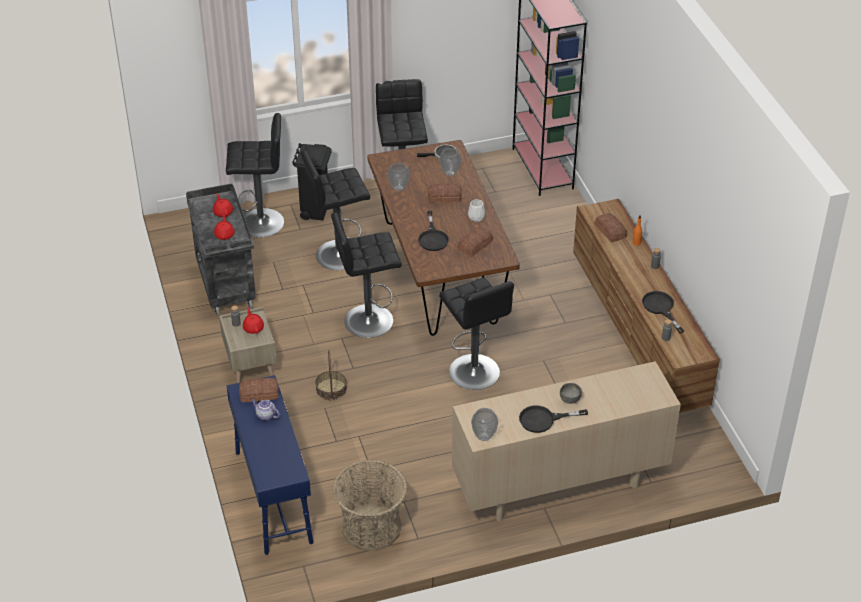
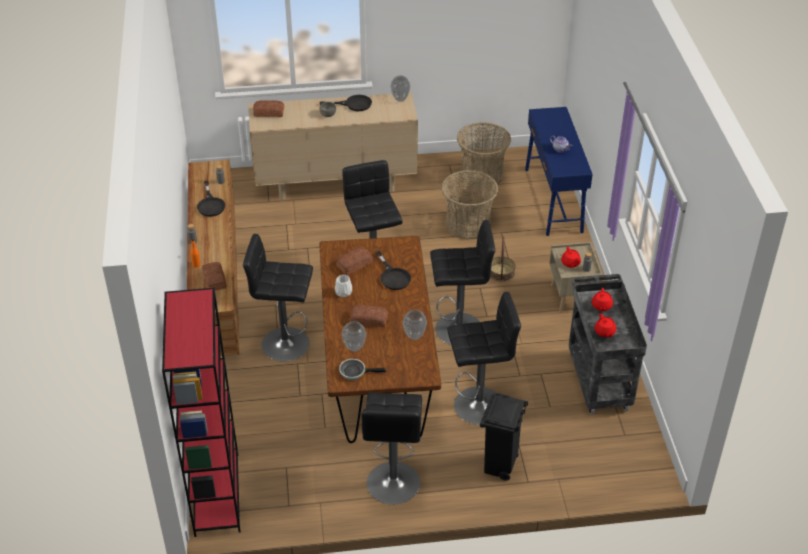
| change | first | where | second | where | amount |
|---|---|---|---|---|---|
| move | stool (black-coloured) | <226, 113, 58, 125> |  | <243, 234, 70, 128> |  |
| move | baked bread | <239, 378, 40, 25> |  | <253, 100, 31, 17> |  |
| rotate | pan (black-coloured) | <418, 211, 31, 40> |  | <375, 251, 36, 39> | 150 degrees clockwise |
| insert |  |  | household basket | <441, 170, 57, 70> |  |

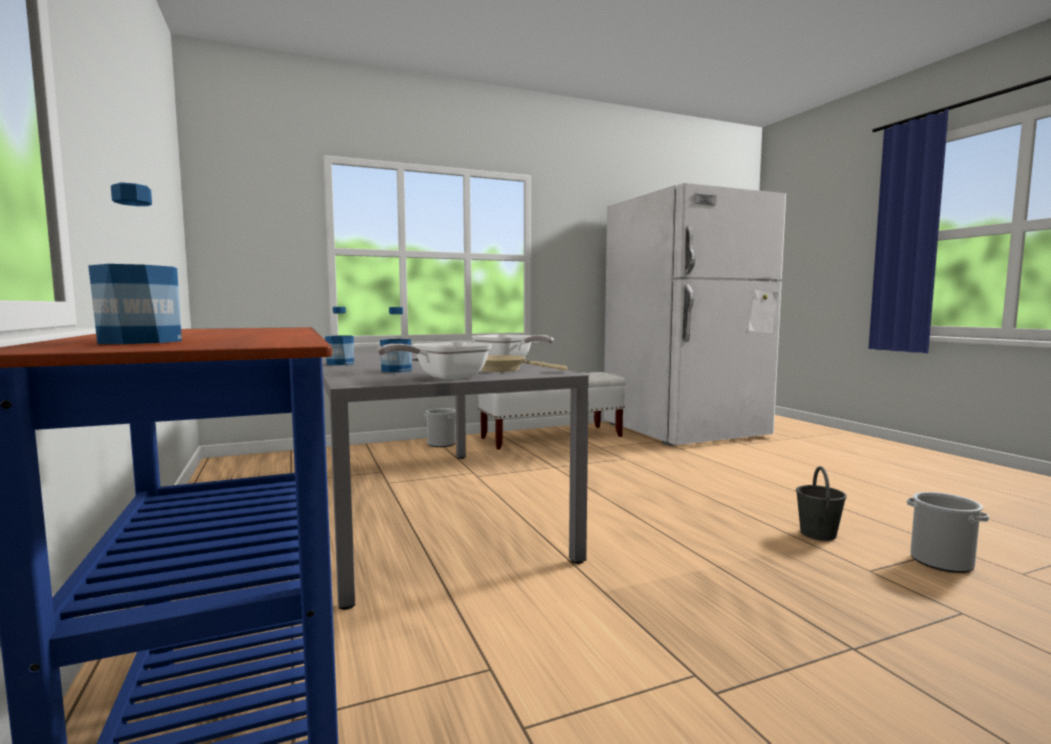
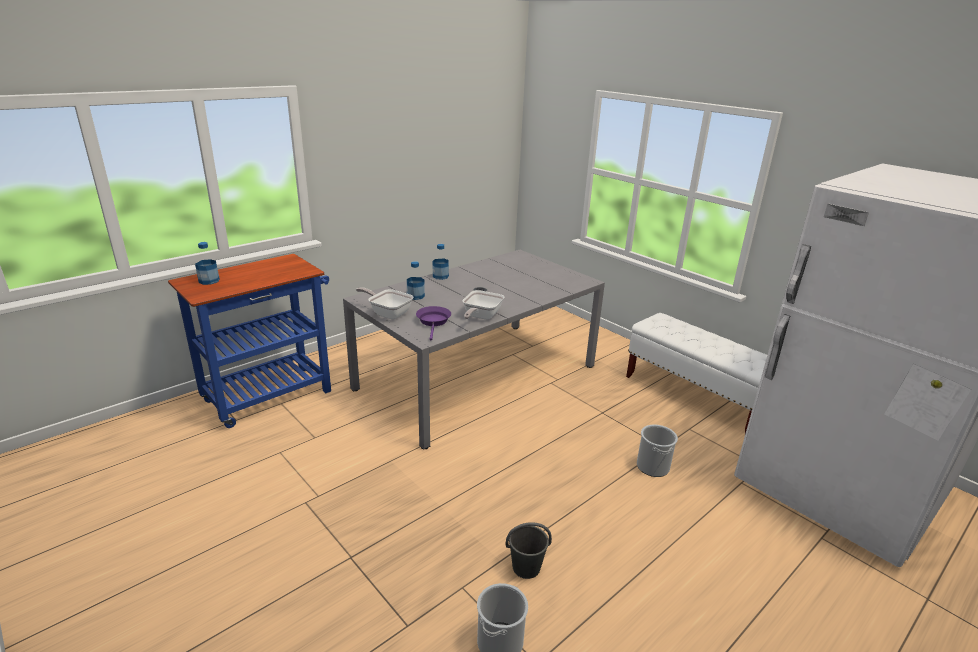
| change | first | where | second | where | amount |
|---|---|---|---|---|---|
| recolor | pan (sand-coloured) | <480, 355, 87, 17> | pan (purplish) | <416, 306, 35, 34> |  |
| move | bucket | <424, 408, 32, 39> |  | <637, 424, 41, 53> |  |

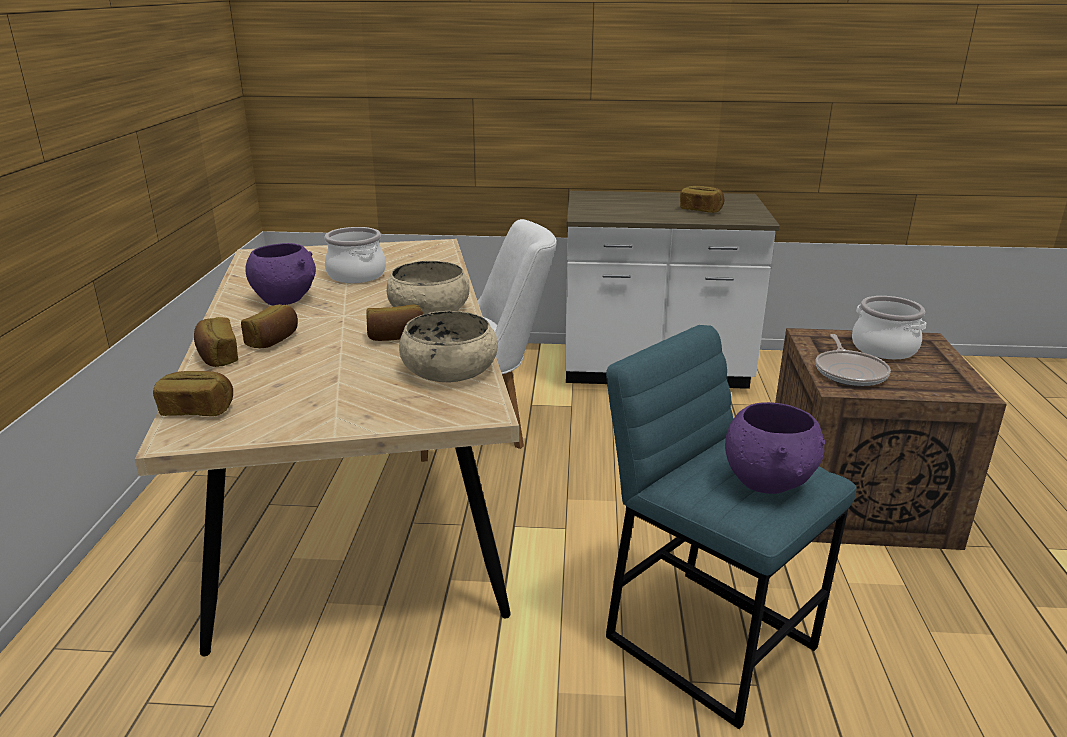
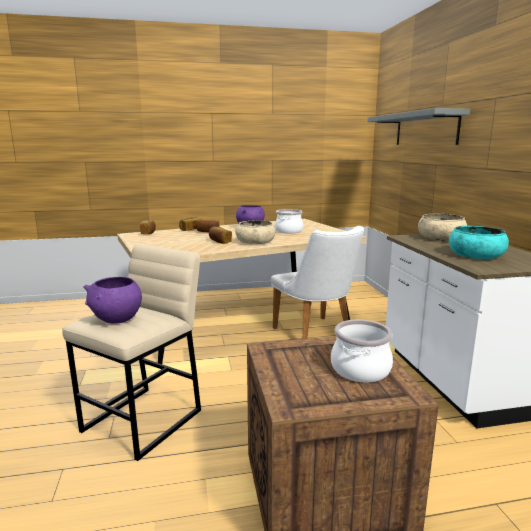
| change | first | where | second | where | amount |
|---|---|---|---|---|---|
| recolor | stool (blue-coloured) | <606, 325, 250, 404> | stool (sand-coloured) | <62, 244, 139, 217> |  |
| insert |  |  | shelf (greyish) | <367, 108, 103, 37> |  |
| move | deep dish (sand-coloured) | <399, 311, 99, 71> |  | <418, 214, 49, 27> |  |
| replace | baked bread | <680, 186, 44, 27> | deep dish (turquoise) | <449, 226, 60, 33> |  |
| delete | pan | <815, 334, 76, 52> |  |  |  |

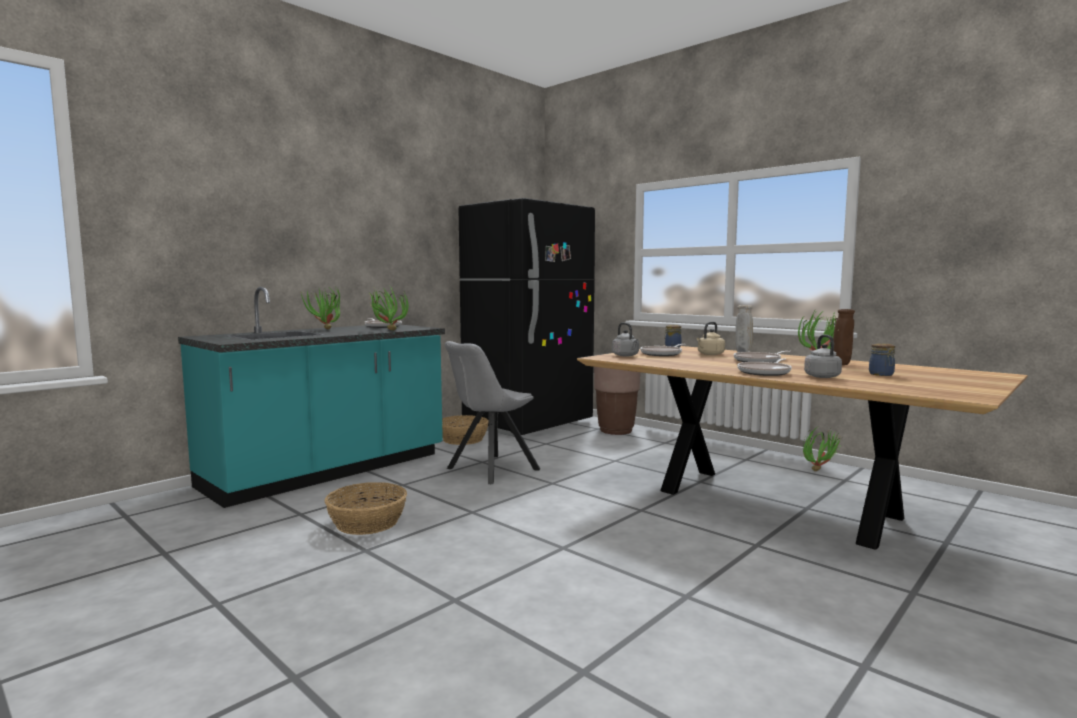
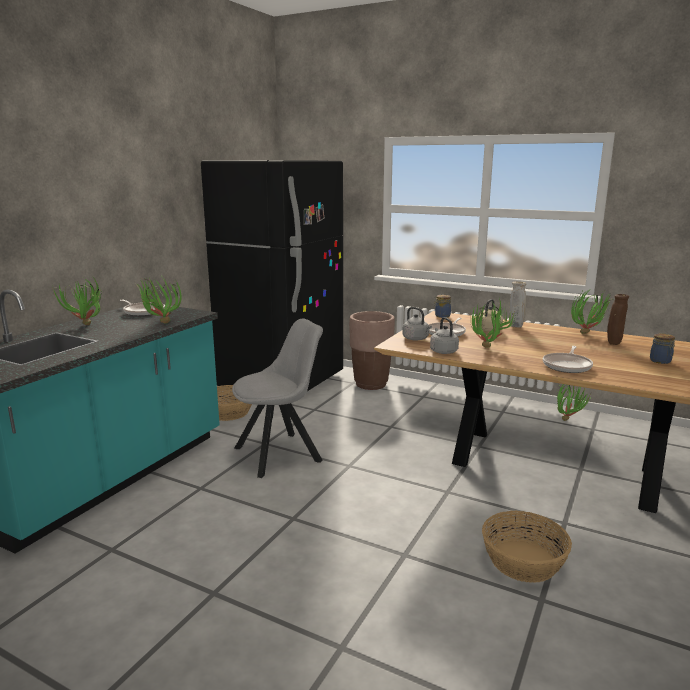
| change | first | where | second | where | amount |
|---|---|---|---|---|---|
| rotate | upright chair (greyish) | <445, 341, 95, 143> |  | <232, 319, 91, 159> | 150 degrees counterclockwise |
| move | water kettle (greyish) | <804, 335, 38, 43> |  | <430, 317, 29, 37> |  |
| insert |  |  | houseplant | <470, 299, 47, 48> |  |
| move | household basket | <324, 482, 83, 53> |  | <482, 510, 90, 73> |  |
| delete | pan | <734, 351, 57, 11> |  |  |  |

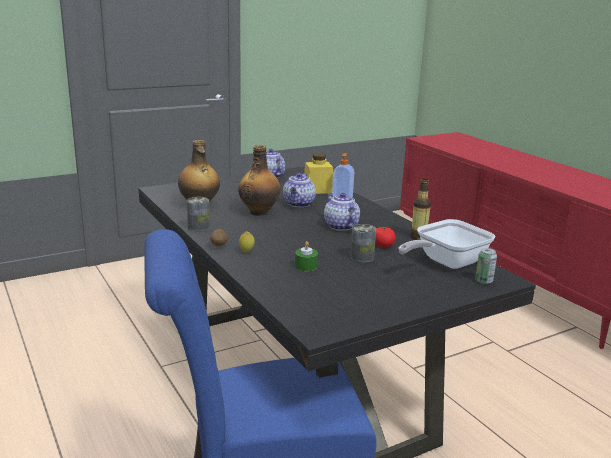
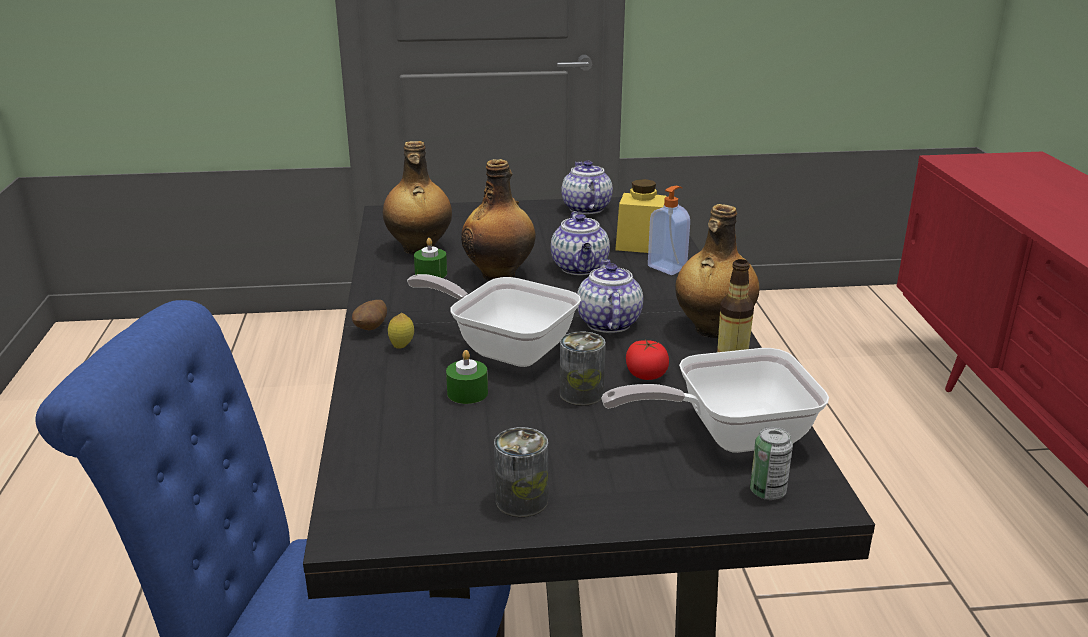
| change | first | where | second | where | amount |
|---|---|---|---|---|---|
| insert |  |  | pan | <407, 274, 174, 93> |  |
| insert |  |  | candle (greenish) | <414, 238, 33, 40> |  |
| move | sealed can | <187, 197, 23, 35> |  | <494, 427, 54, 90> |  |
| rotate | pot for tea | <283, 173, 33, 34> |  | <551, 211, 59, 64> | 45 degrees counterclockwise |
| insert |  |  | drink bottle | <675, 204, 85, 134> |  |

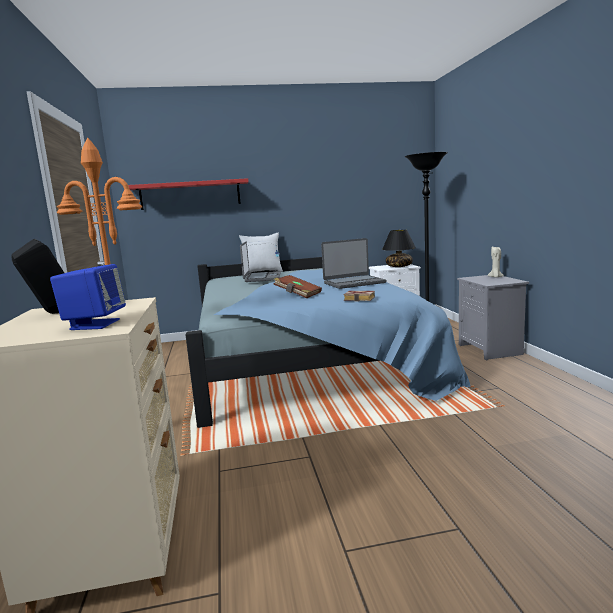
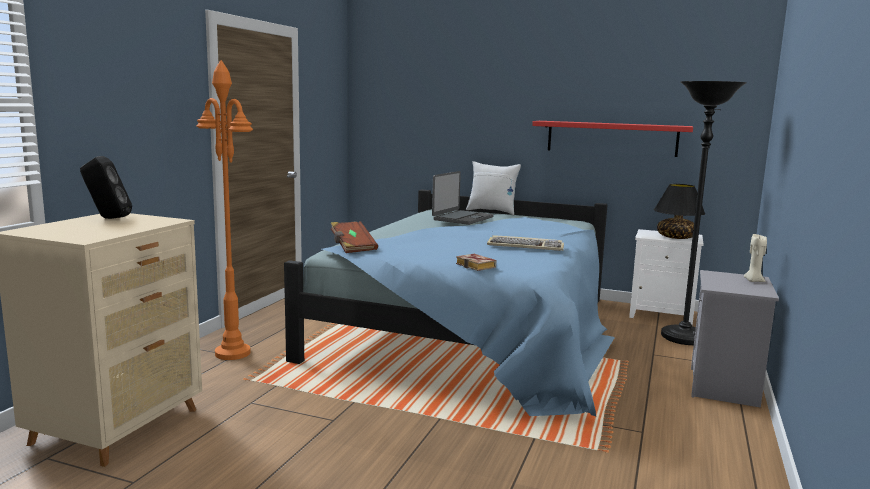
| change | first | where | second | where | amount |
|---|---|---|---|---|---|
| move | bound book (brownish) | <273, 275, 49, 24> |  | <331, 221, 47, 32> |  |
| replace | laptop | <321, 238, 66, 51> | computer keyboard | <487, 235, 77, 16> |  |
| move | shelf (red-coloured) | <128, 178, 121, 32> |  | <532, 121, 161, 36> |  |
| delete | speaker (blue-coloured) | <50, 264, 76, 66> |  |  |  |

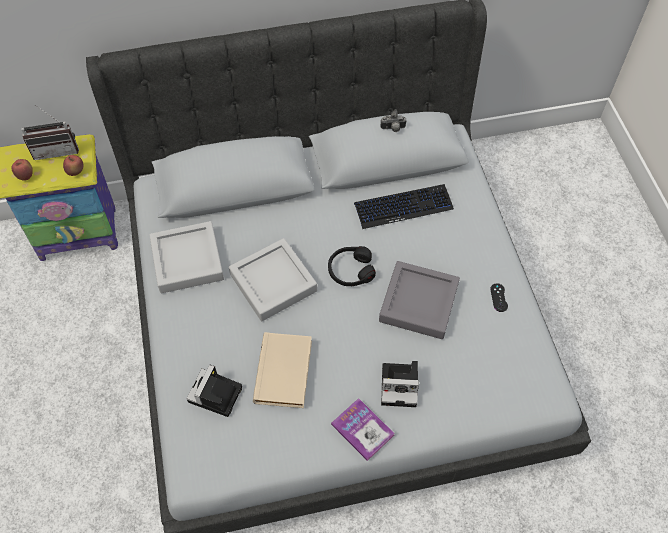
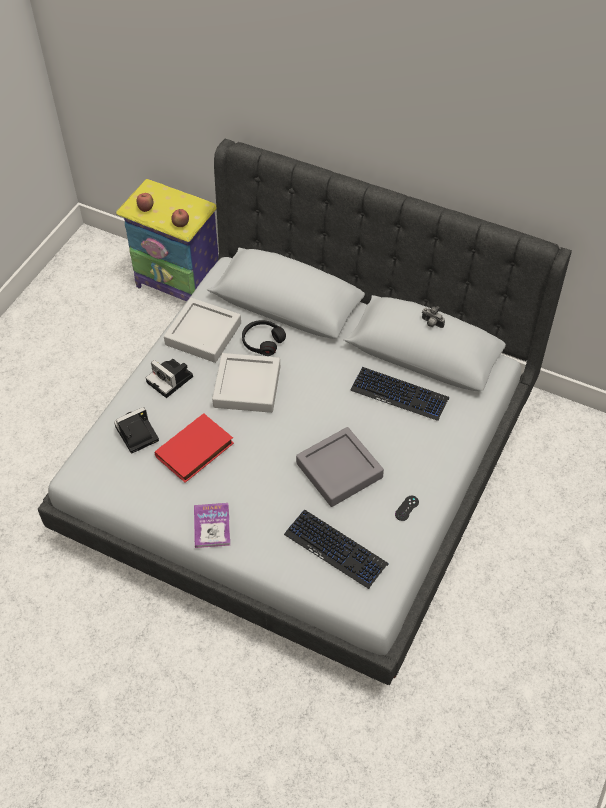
| change | first | where | second | where | amount |
|---|---|---|---|---|---|
| move | photo camera | <381, 361, 38, 46> |  | <145, 359, 48, 39> |  |
| recolor | bound book (sand-coloured) | <253, 332, 59, 76> | bound book (red-coloured) | <155, 413, 79, 70> |  |
| move | headset (black-coloured) | <328, 246, 48, 40> |  | <242, 320, 44, 36> |  |
| insert |  |  | computer keyboard | <284, 509, 104, 80> |  |
| delete | radio receiver | <22, 105, 57, 55> |  |  |  |

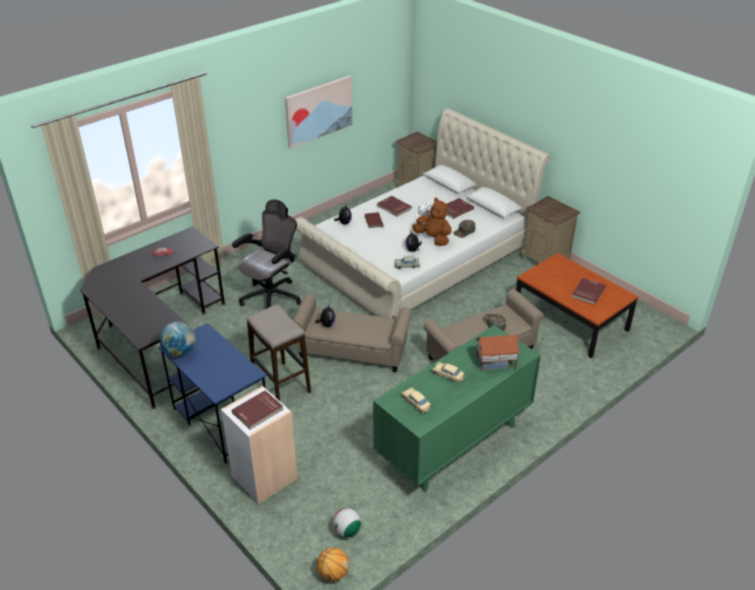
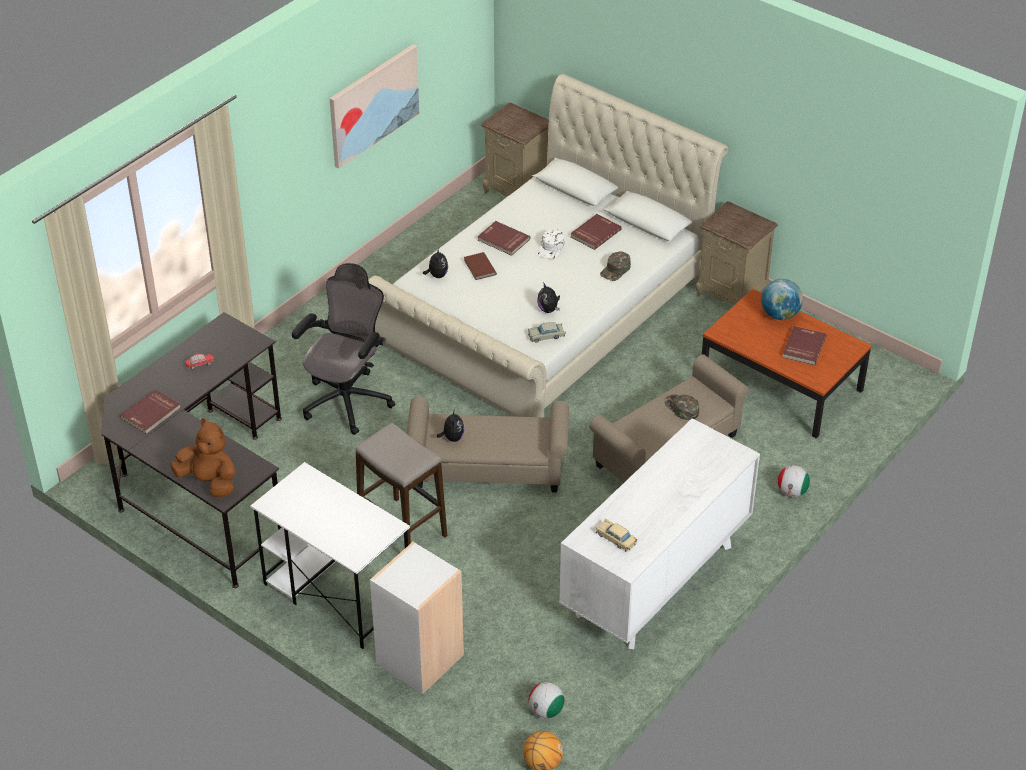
| change | first | where | second | where | amount |
|---|---|---|---|---|---|
| move | bound book (red-coloured) | <232, 390, 51, 40> |  | <120, 389, 61, 45> |  |
| move | cuddly toy (brownish) | <412, 198, 40, 48> |  | <171, 418, 65, 79> |  |
| recolor | desk (blue-coloured) | <158, 323, 108, 141> | desk (white) | <250, 462, 160, 187> |  |
| recolor | dresser (greenish) | <373, 325, 168, 167> | dresser (white) | <559, 418, 201, 231> |  |
| move | world globe | <159, 322, 37, 35> |  | <761, 279, 42, 41> |  |
| insert |  |  | ball for football | <778, 465, 32, 32> |  |
| delete | miniature car (sand-coloured) | <432, 362, 33, 21> |  |  |  |
| delete | toy house | <475, 335, 45, 36> |  |  |  |

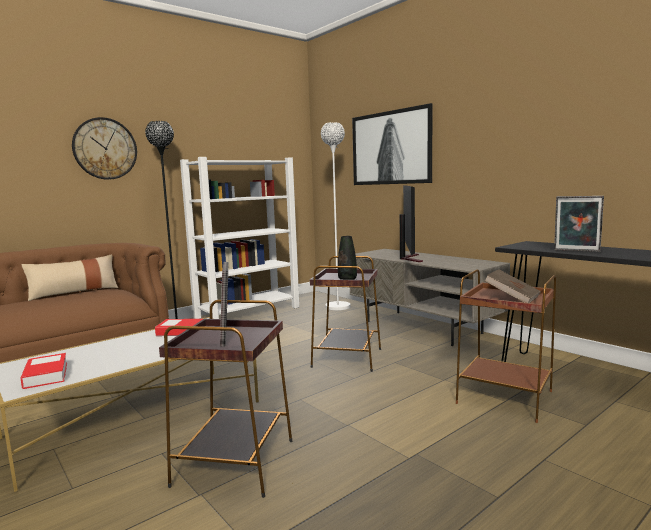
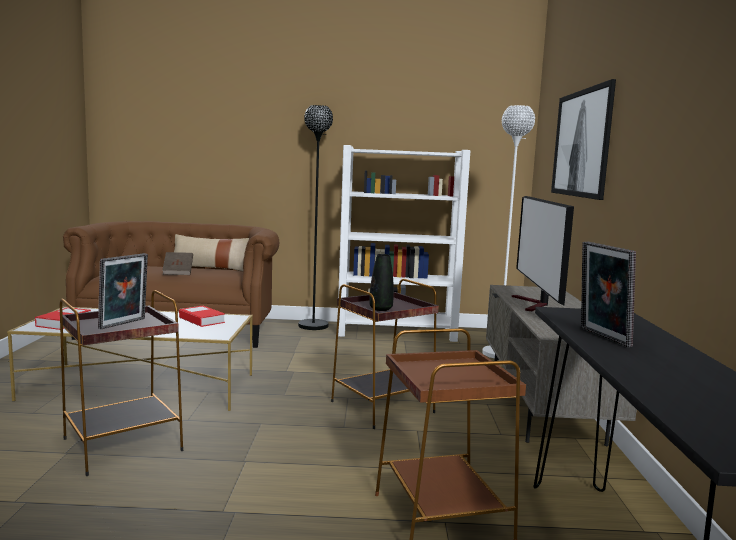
| change | first | where | second | where | amount |
|---|---|---|---|---|---|
| move | bound book (brownish) | <484, 270, 57, 33> |  | <162, 252, 31, 23> |  |
| rotate | TV set | <400, 185, 23, 77> |  | <512, 196, 62, 115> | 135 degrees clockwise |
| delete | wall clock | <72, 117, 65, 63> |  |  |  |

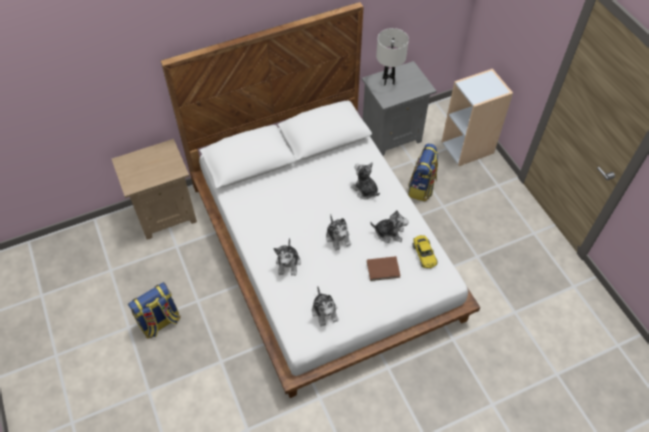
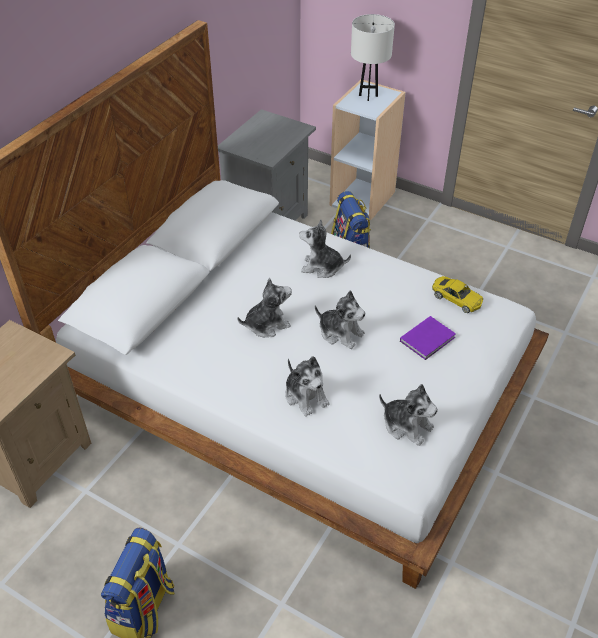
| change | first | where | second | where | amount |
|---|---|---|---|---|---|
| move | cuddly toy | <370, 210, 39, 33> |  | <237, 278, 55, 59> |  |
| move | lamp for a table (white) | <376, 28, 33, 57> |  | <351, 14, 44, 87> |  |
| recolor | bound book (brownish) | <367, 256, 34, 25> | bound book (purplish) | <400, 316, 56, 44> |  |

